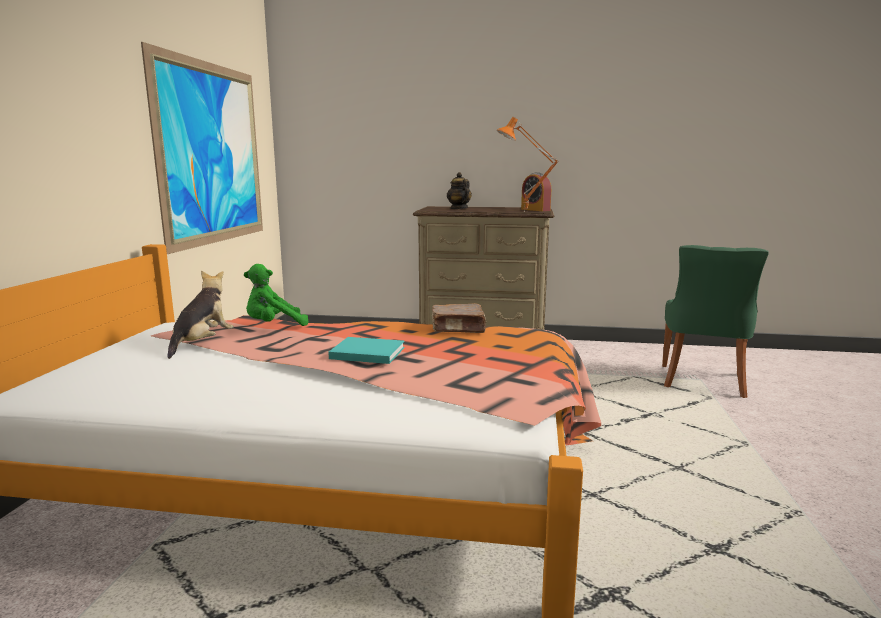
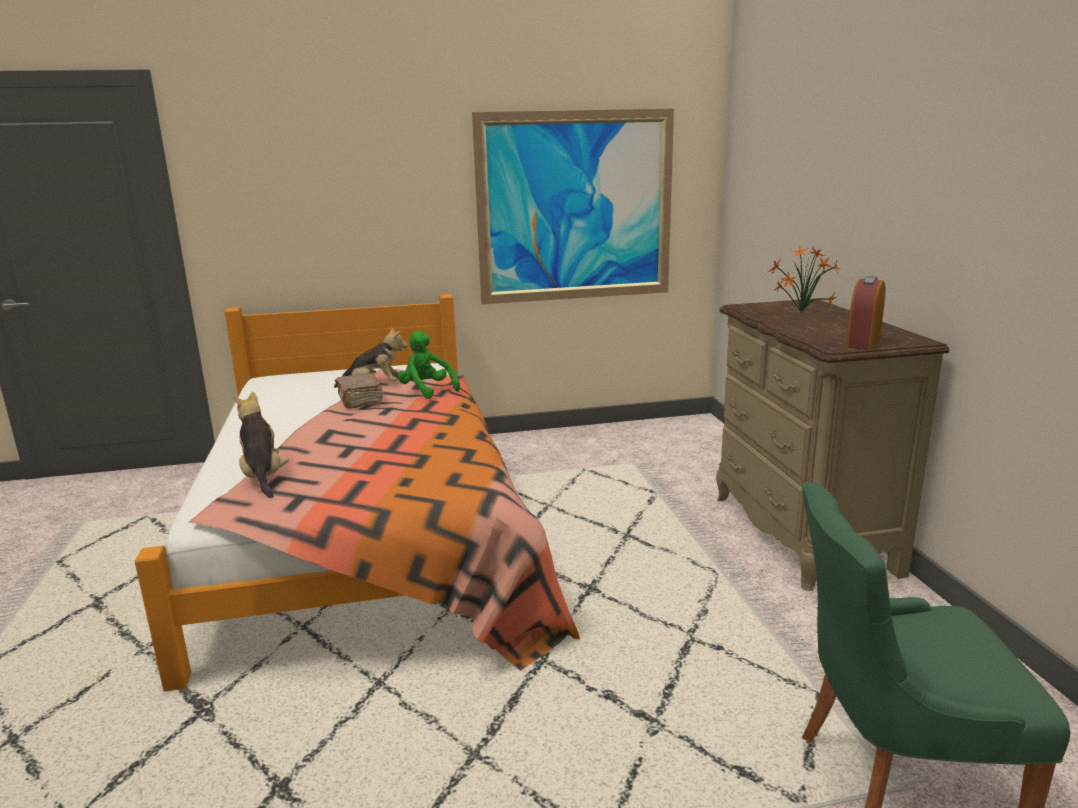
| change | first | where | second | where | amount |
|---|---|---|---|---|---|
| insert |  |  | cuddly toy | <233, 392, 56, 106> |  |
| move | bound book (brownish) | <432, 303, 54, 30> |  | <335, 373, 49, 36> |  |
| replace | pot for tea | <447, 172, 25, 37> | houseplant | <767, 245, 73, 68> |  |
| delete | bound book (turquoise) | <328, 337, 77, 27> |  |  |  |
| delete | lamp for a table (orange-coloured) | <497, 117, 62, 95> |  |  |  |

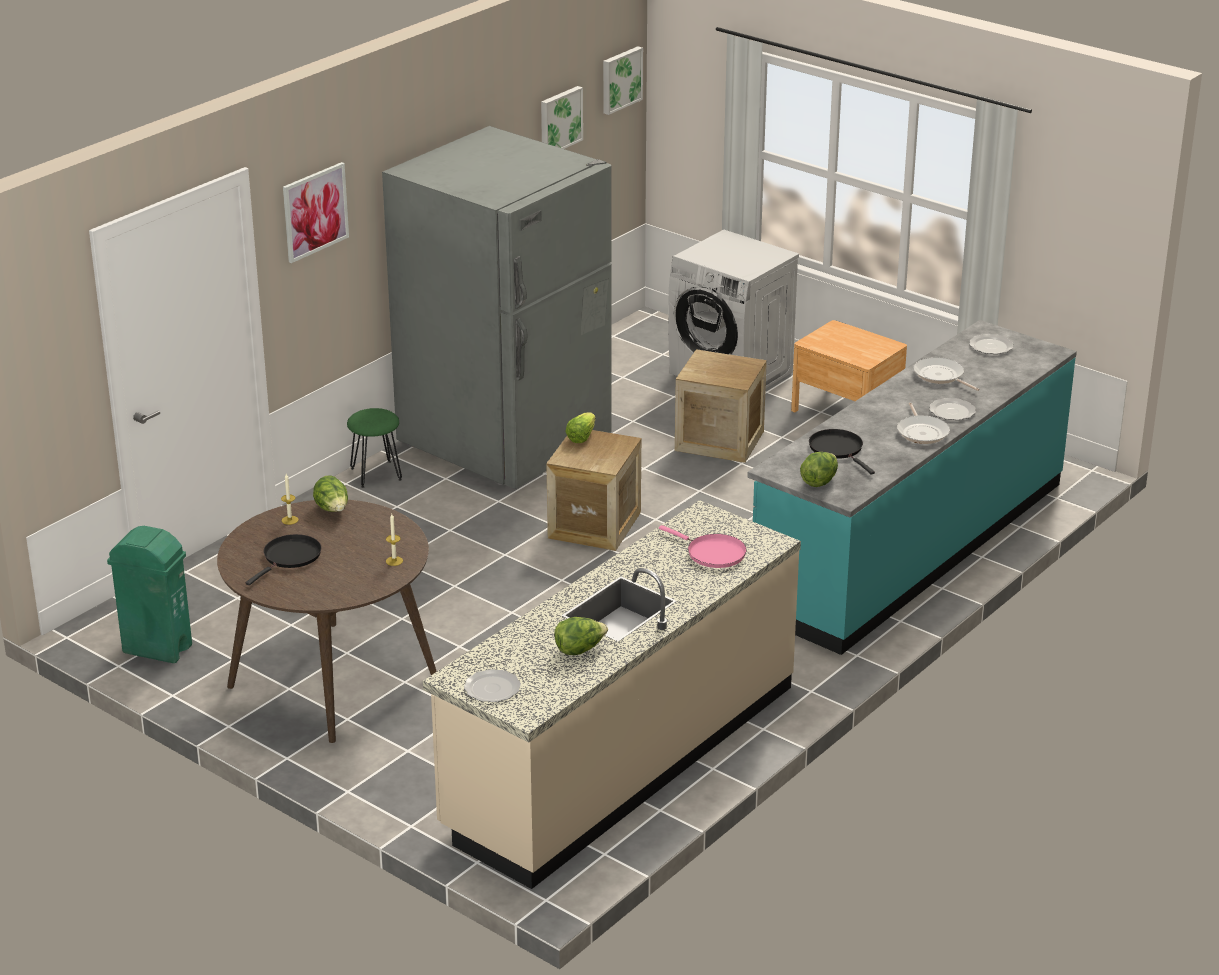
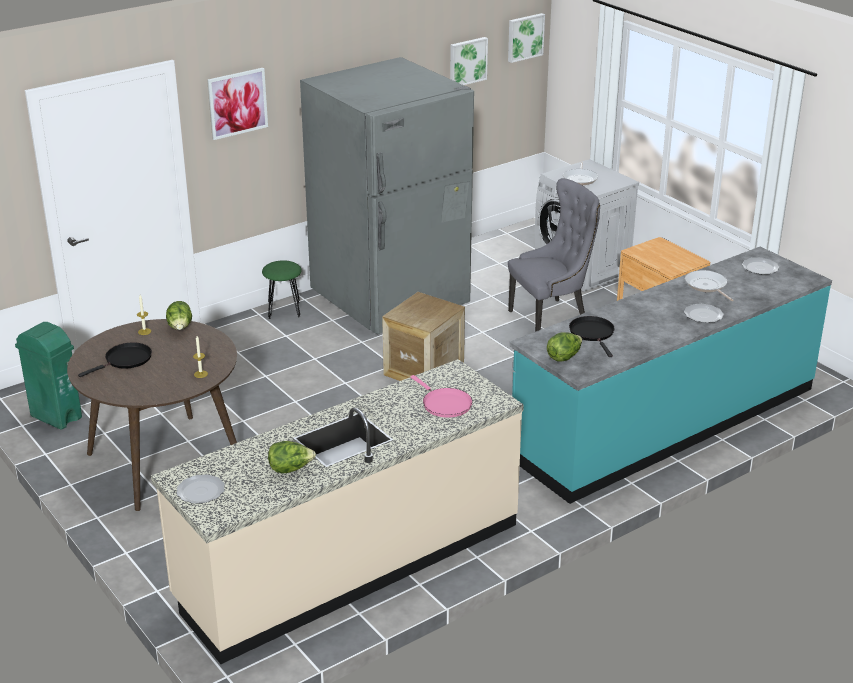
| change | first | where | second | where | amount |
|---|---|---|---|---|---|
| replace | crate | <675, 349, 92, 114> | upright chair (greyish) | <508, 178, 92, 154> |  |
| move | pan | <897, 403, 53, 41> |  | <563, 162, 35, 23> |  |
| delete | head of lettuce | <565, 412, 31, 31> |  |  |  |

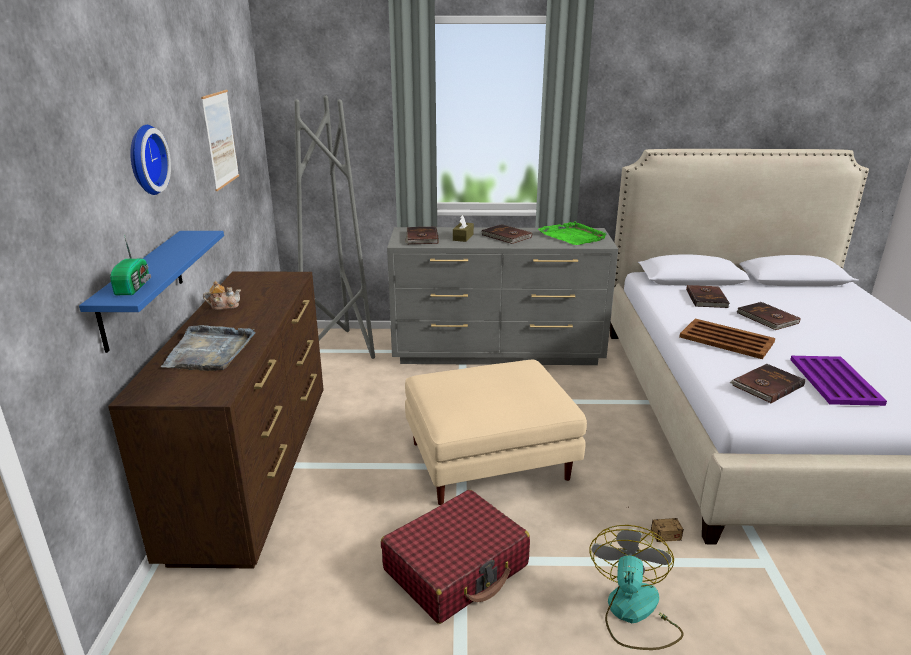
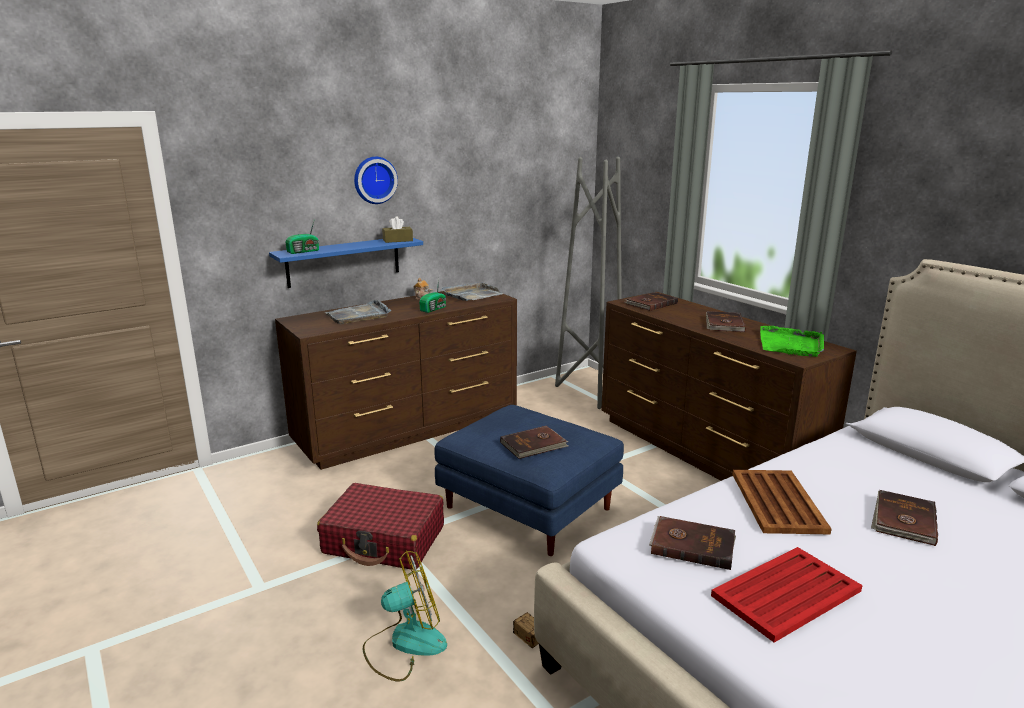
| change | first | where | second | where | amount |
|---|---|---|---|---|---|
| move | tissue holder (brownish) | <453, 215, 21, 27> |  | <382, 216, 31, 27> |  |
| insert |  |  | radio receiver | <419, 279, 27, 34> |  |
| recolor | pouffe (sand-coloured) | <405, 360, 182, 145> | pouffe (blue-coloured) | <435, 405, 189, 151> |  |
| insert |  |  | carrying tray (greyish) | <441, 282, 63, 19> |  |
| move | bound book (brownish) | <686, 285, 44, 23> |  | <500, 426, 69, 33> |  |
| recolor | dresser (greyish) | <387, 227, 231, 138> | dresser (brownish) | <601, 292, 256, 189> |  |
| recolor | carrying tray (purplish) | <790, 356, 97, 50> | carrying tray (red-coloured) | <711, 547, 152, 96> |  |
| delete | wall art | <201, 90, 38, 101> |  |  |  |

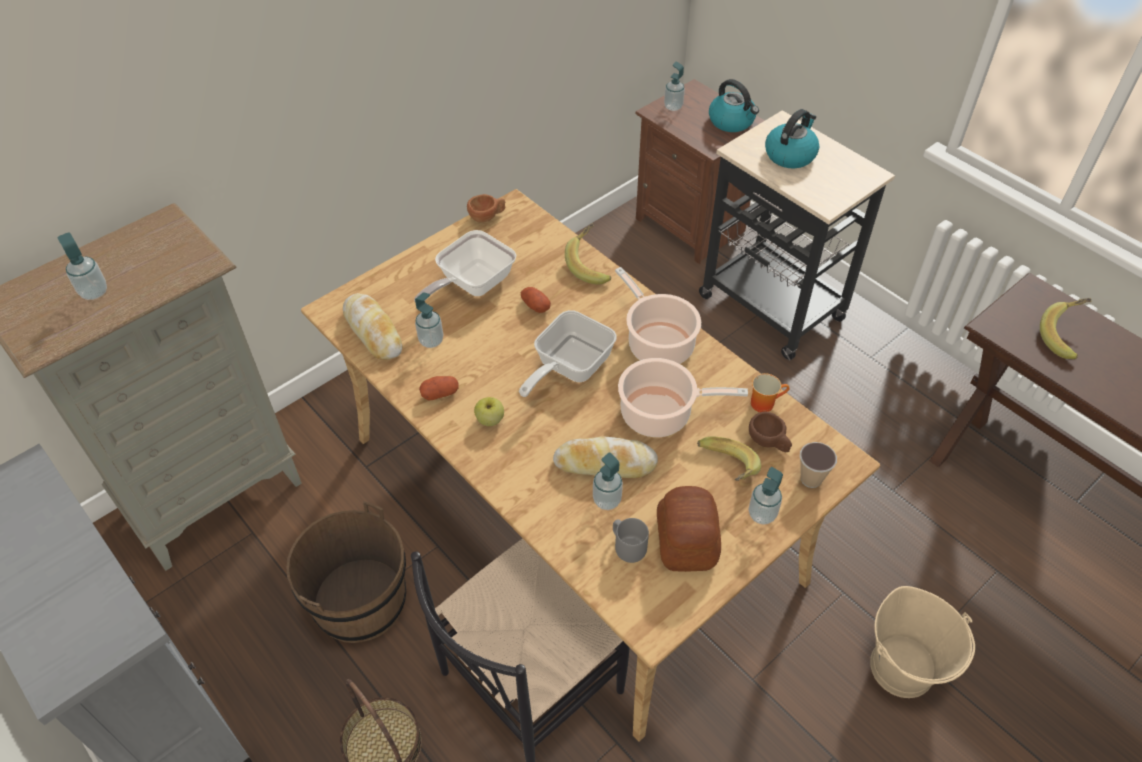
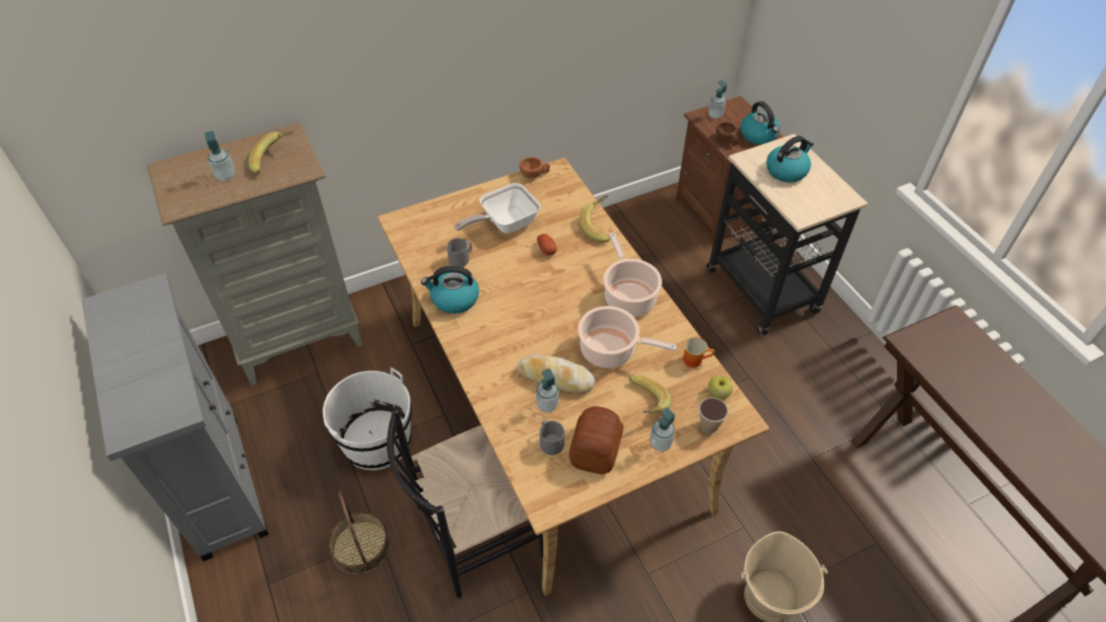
| change | first | where | second | where | amount |
|---|---|---|---|---|---|
| move | banana fruit | <1040, 298, 51, 61> |  | <249, 131, 44, 43> |  |
| recolor | bucket (brownish) | <287, 501, 119, 142> | bucket (white) | <323, 367, 89, 103> |  |
| replace | potato | <419, 376, 40, 25> | water kettle | <421, 266, 58, 48> |  |
| replace | soap dispenser | <415, 292, 28, 56> | mug (greyish) | <447, 238, 25, 29> |  |
| move | whole apple | <474, 397, 30, 29> |  | <708, 376, 25, 23> |  |
| move | cup (brownish) | <749, 412, 43, 41> |  | <716, 122, 22, 24> |  |
| delete | baked bread | <343, 293, 59, 67> |  |  |  |
| delete | pan | <519, 310, 98, 87> |  |  |  |

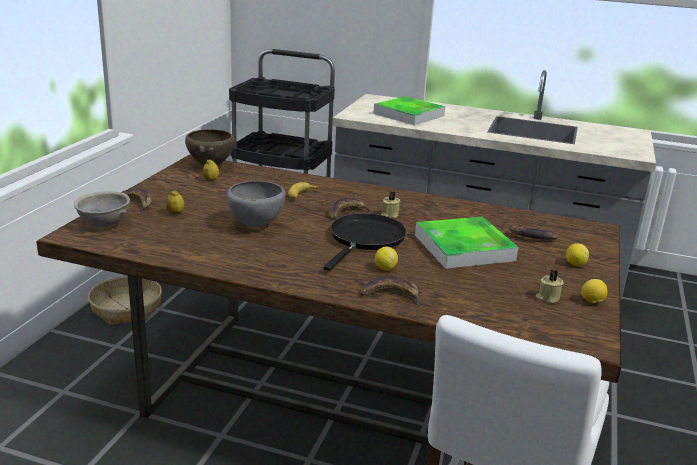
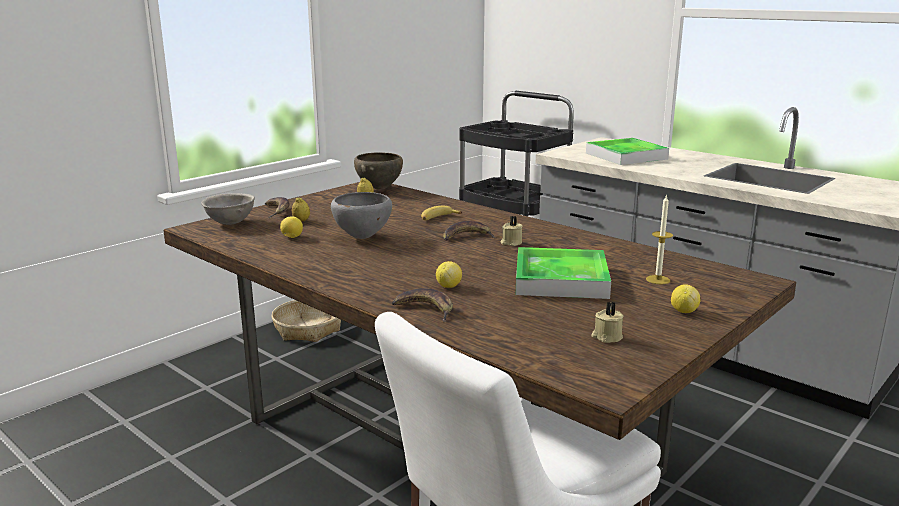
| change | first | where | second | where | amount |
|---|---|---|---|---|---|
| move | lemon | <581, 279, 26, 24> |  | <280, 216, 23, 22> |  |
| replace | banana fruit | <508, 226, 50, 14> | candle | <646, 194, 27, 90> |  |
| delete | pan (black-coloured) | <323, 213, 84, 58> |  |  |  |

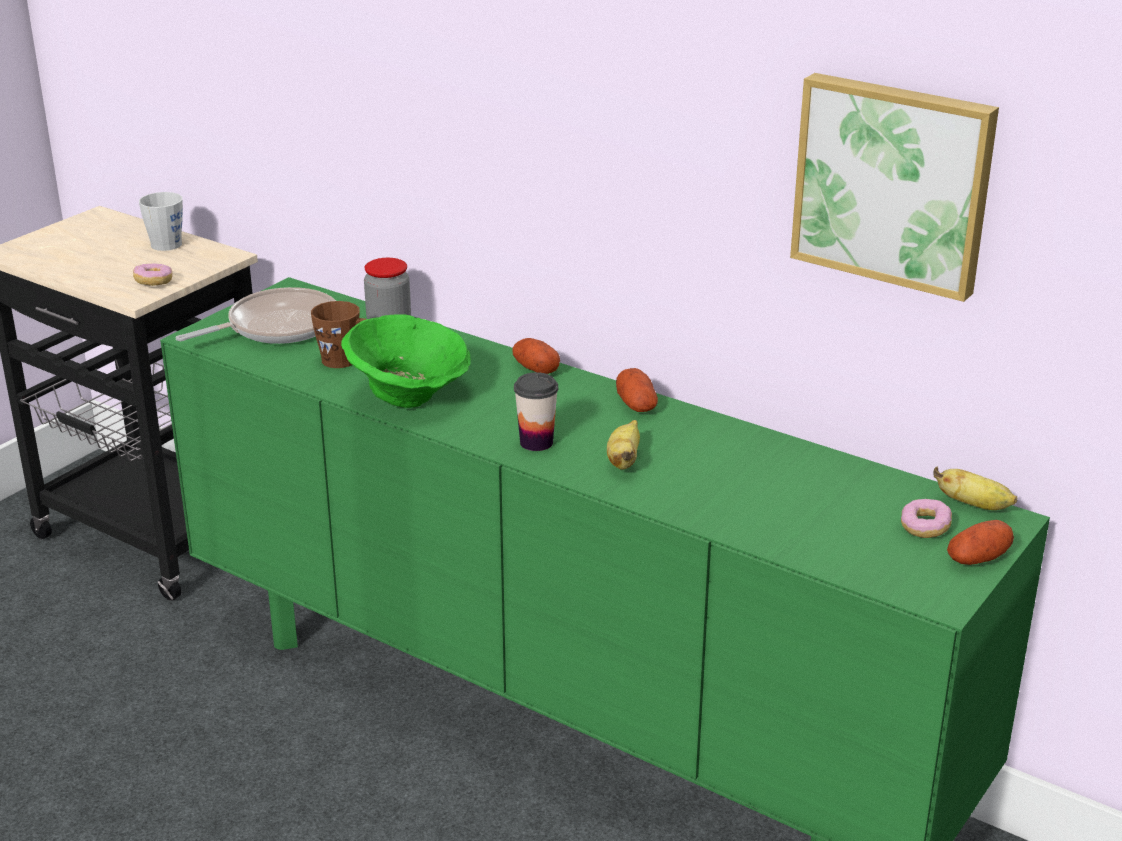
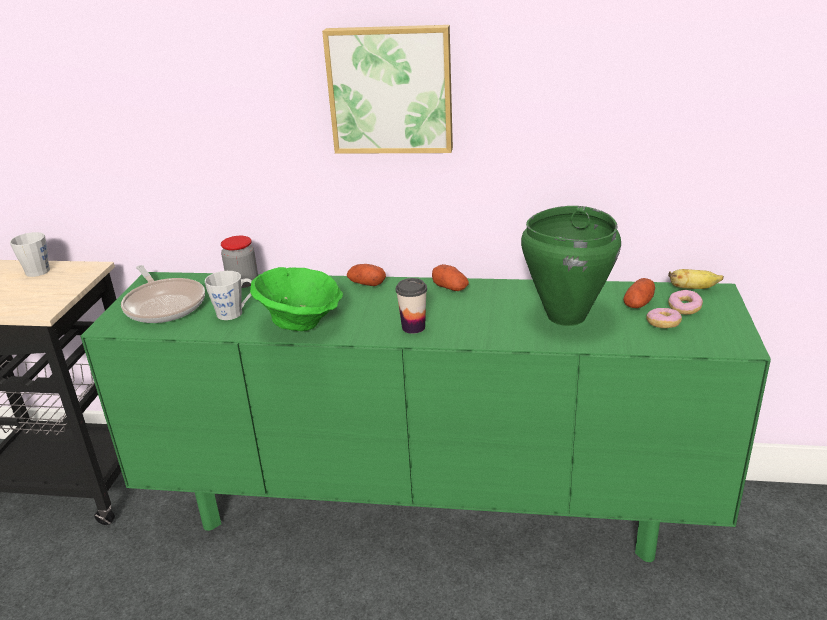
| change | first | where | second | where | amount |
|---|---|---|---|---|---|
| rotate | pan | <176, 287, 160, 57> |  | <121, 265, 84, 58> | 120 degrees clockwise |
| recolor | mug (brownish) | <311, 301, 55, 67> | mug (greyish) | <205, 271, 47, 49> |  |
| move | wall art | <790, 73, 209, 229> |  | <322, 25, 131, 129> |  |
| insert |  |  | stockpot (greenish) | <521, 206, 100, 120> |  |
| move | potato | <947, 520, 67, 45> |  | <623, 278, 32, 30> |  |
| move | doughnut | <133, 264, 39, 22> |  | <646, 308, 36, 20> |  |
| delete | banana fruit | <607, 420, 33, 50> |  |  |  |

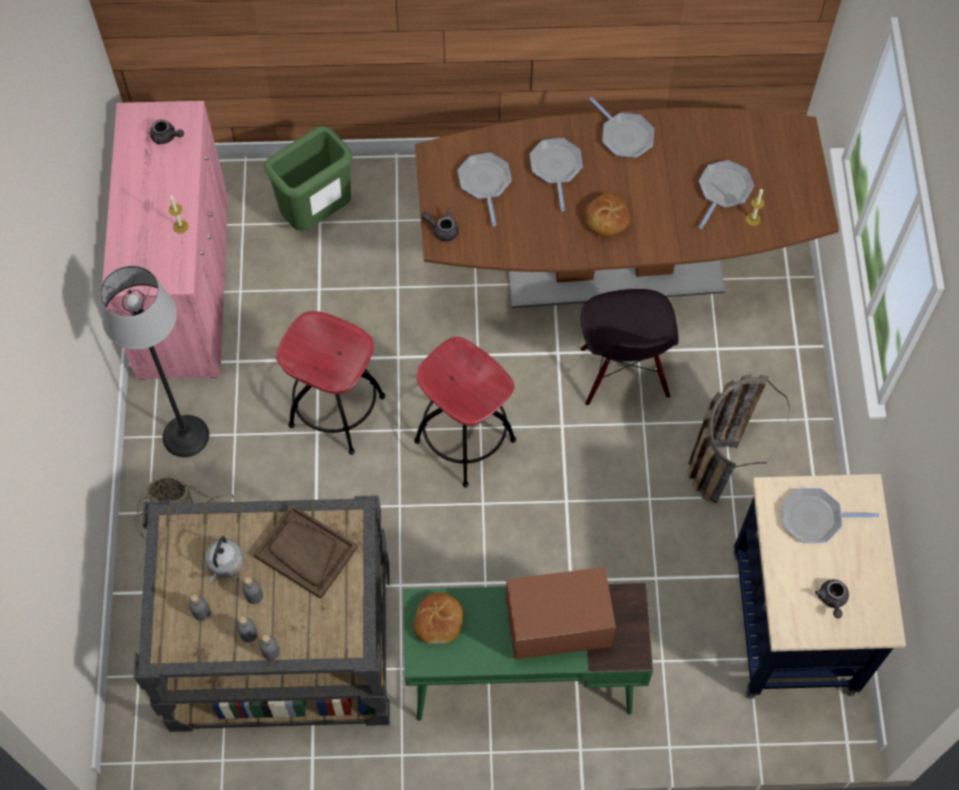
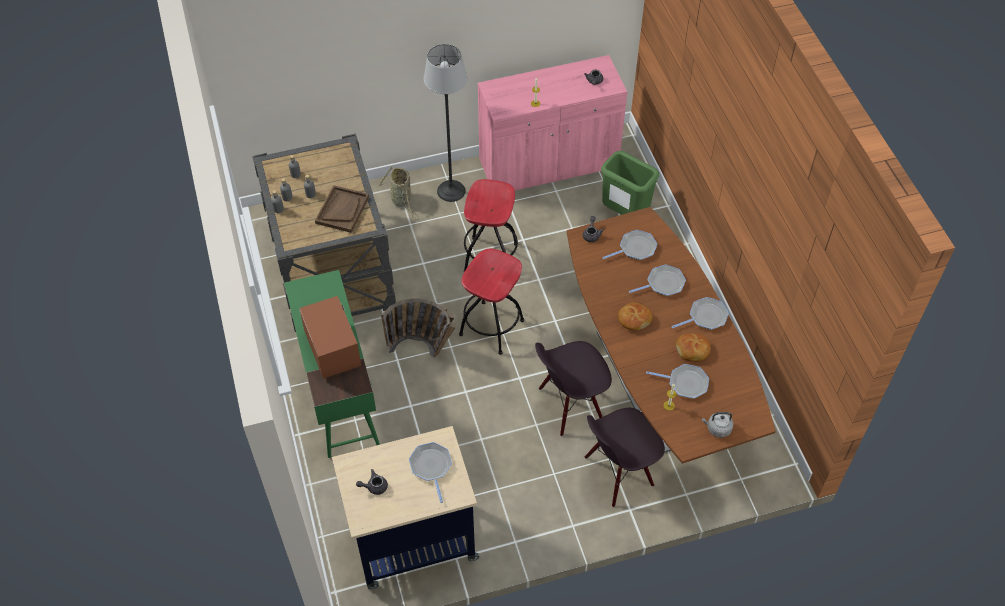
| change | first | where | second | where | amount |
|---|---|---|---|---|---|
| move | household basket | <688, 374, 102, 129> |  | <381, 298, 74, 60> |  |
| insert |  |  | upright chair (black-coloured) | <585, 408, 80, 99> |  |
| rotate | pan | <589, 97, 65, 61> |  | <671, 297, 58, 33> | 150 degrees counterclockwise |
| move | baked bread | <413, 593, 51, 51> |  | <676, 333, 35, 29> |  |
| move | water kettle (greyish) | <205, 536, 39, 46> |  | <702, 412, 31, 26> |  |

